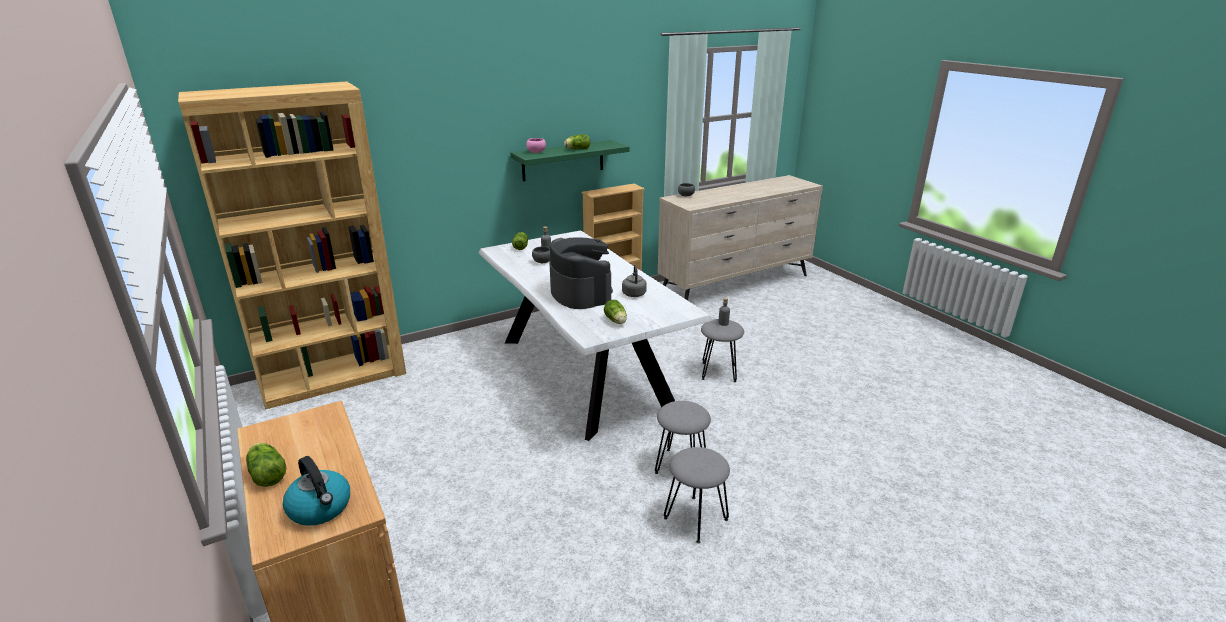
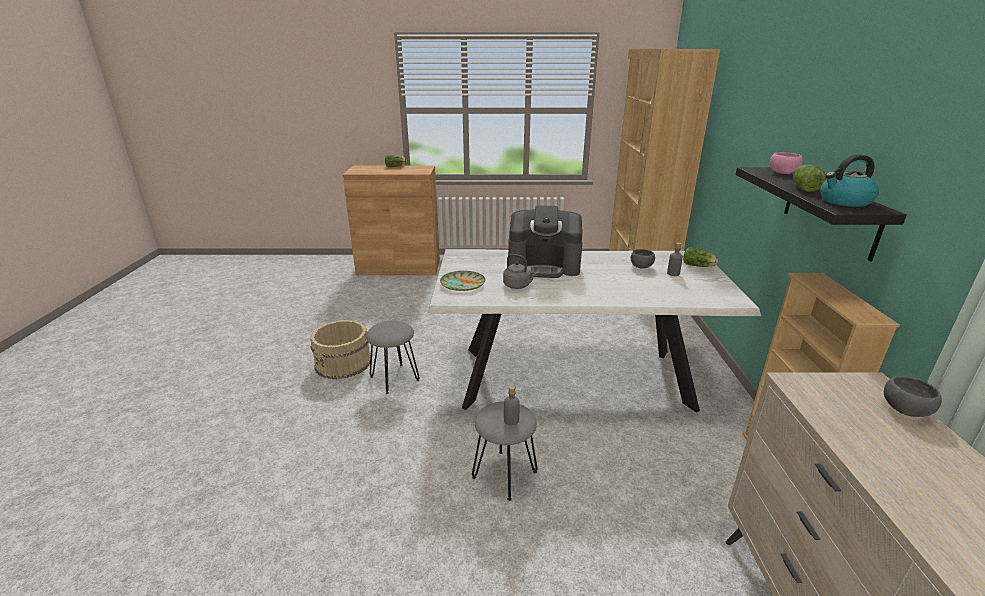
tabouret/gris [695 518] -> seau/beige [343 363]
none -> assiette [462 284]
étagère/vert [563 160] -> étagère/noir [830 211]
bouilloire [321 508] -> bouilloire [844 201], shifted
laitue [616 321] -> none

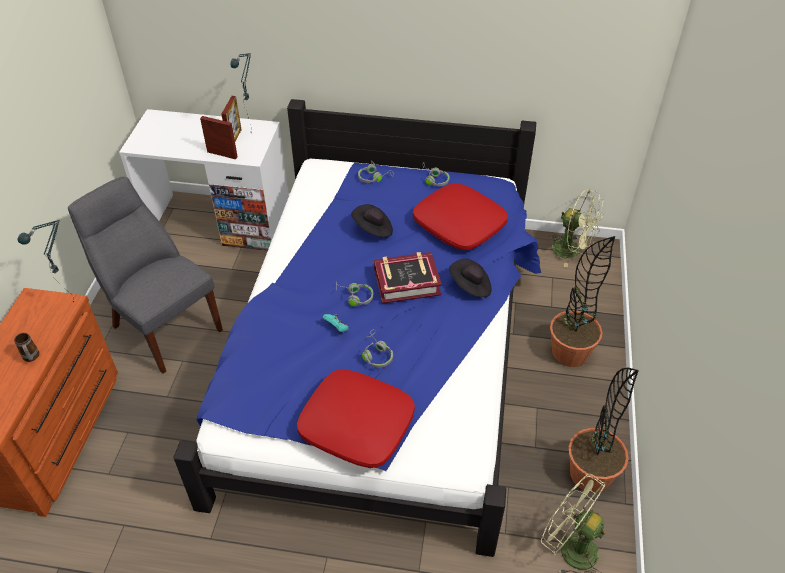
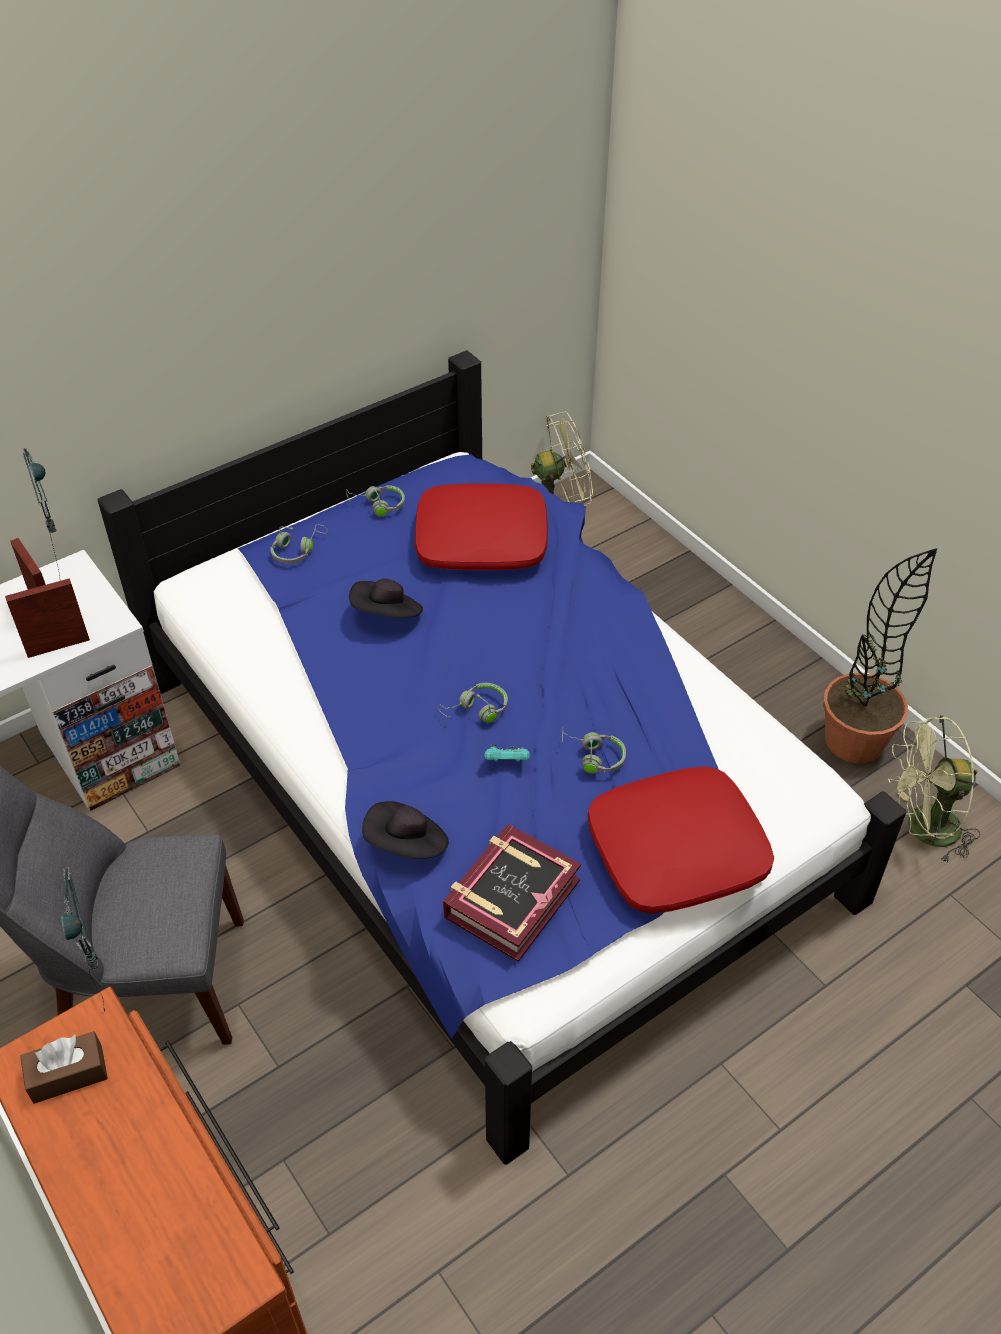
none -> boîte à mouchoirs/marron [68 1074]
chapeau/noir [470 286] -> chapeau/noir [407 845], shifted
livre [407 282] -> livre [511 898], shifted
mug [31 358] -> none
plante en pot [570 352] -> none

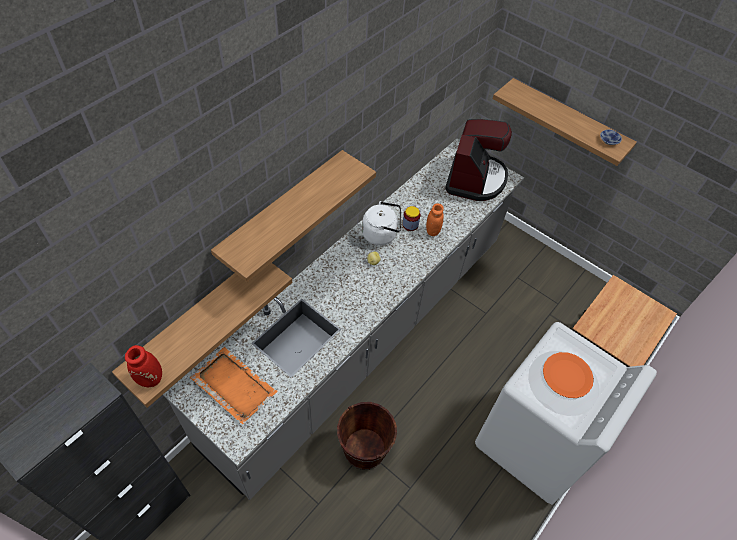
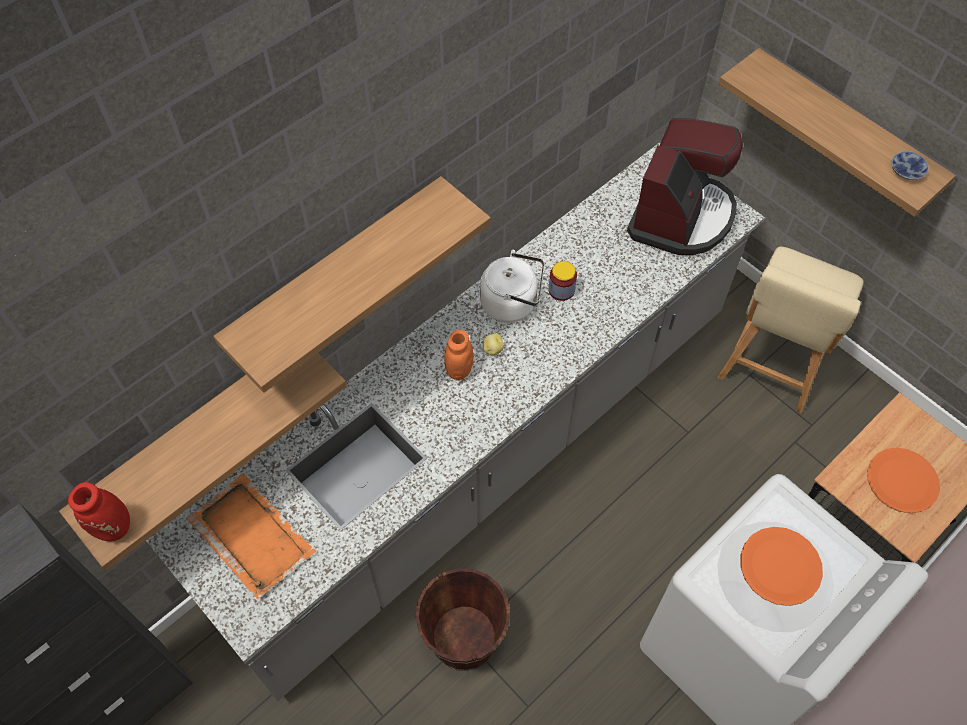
bocal/orange [432 231] -> bocal/orange [459 370], shifted
none -> chaise/beige [771 367]
none -> assiette/orange [902 481]

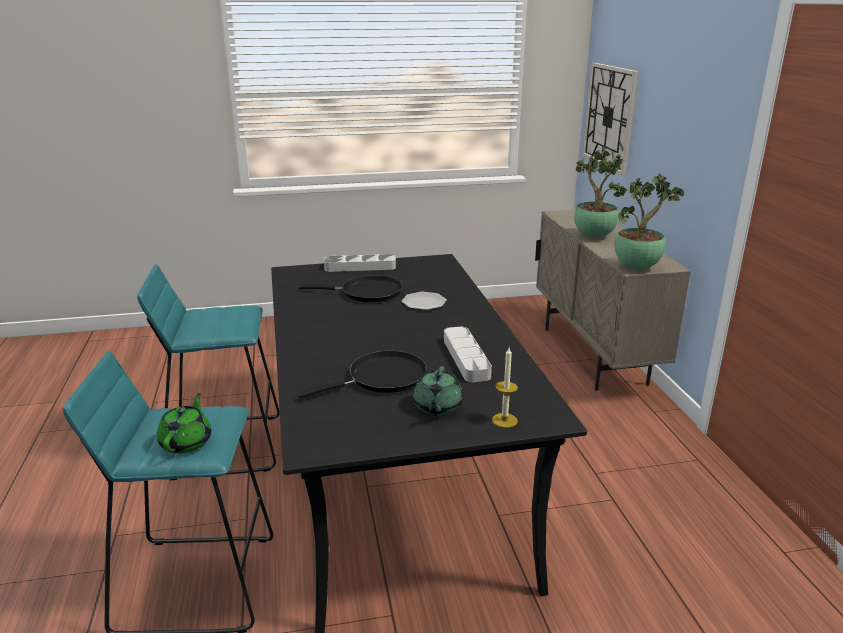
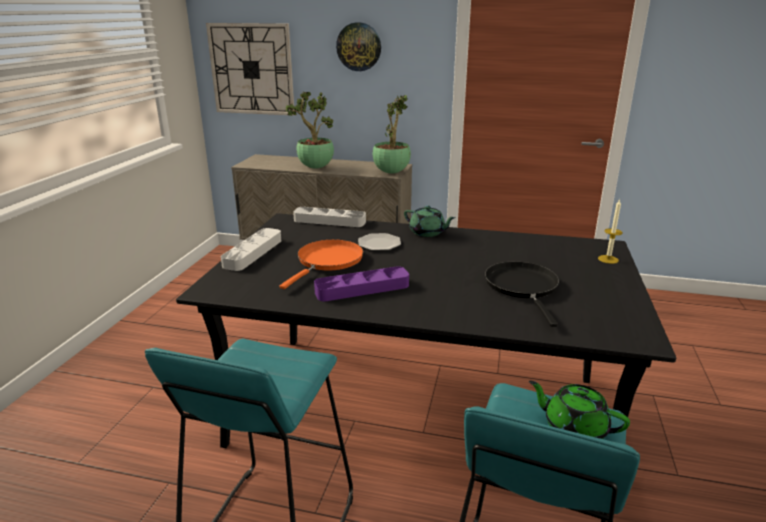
poêle/noir [367 293] -> poêle/orange [327 261]
plateau/gris [466 358] -> plateau/gris [329 221], shifted
none -> plateau/violet [362 288]
none -> horloge murale [359 47]
théière/vert [437 407] -> théière/vert [427 233], shifted

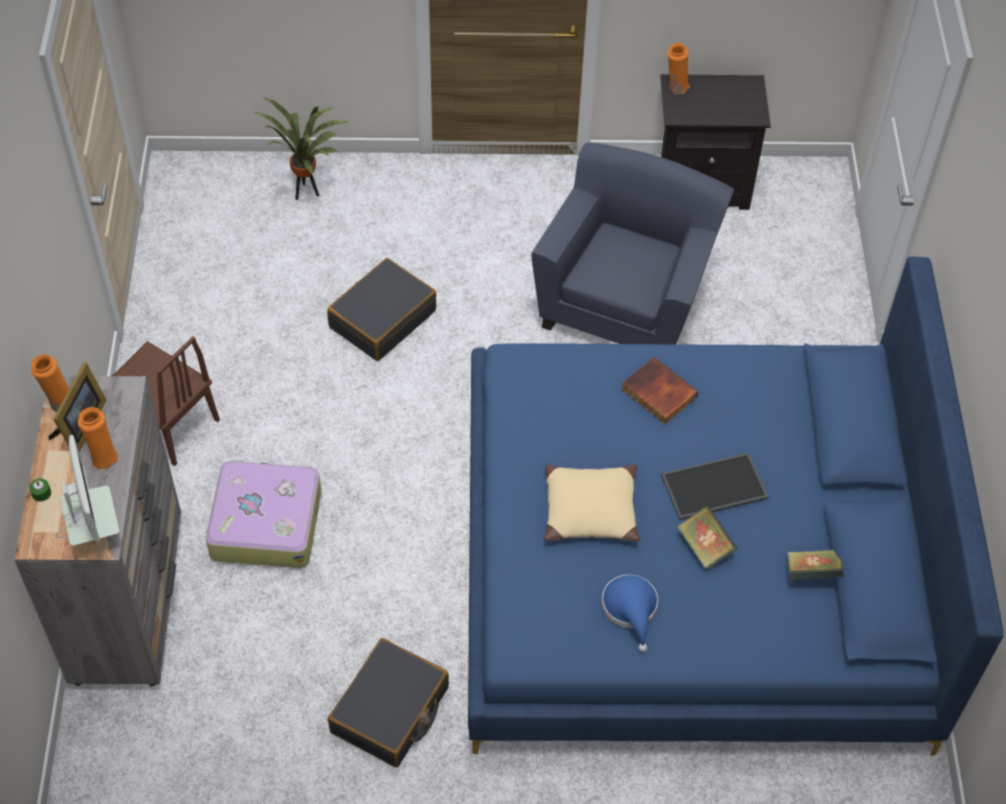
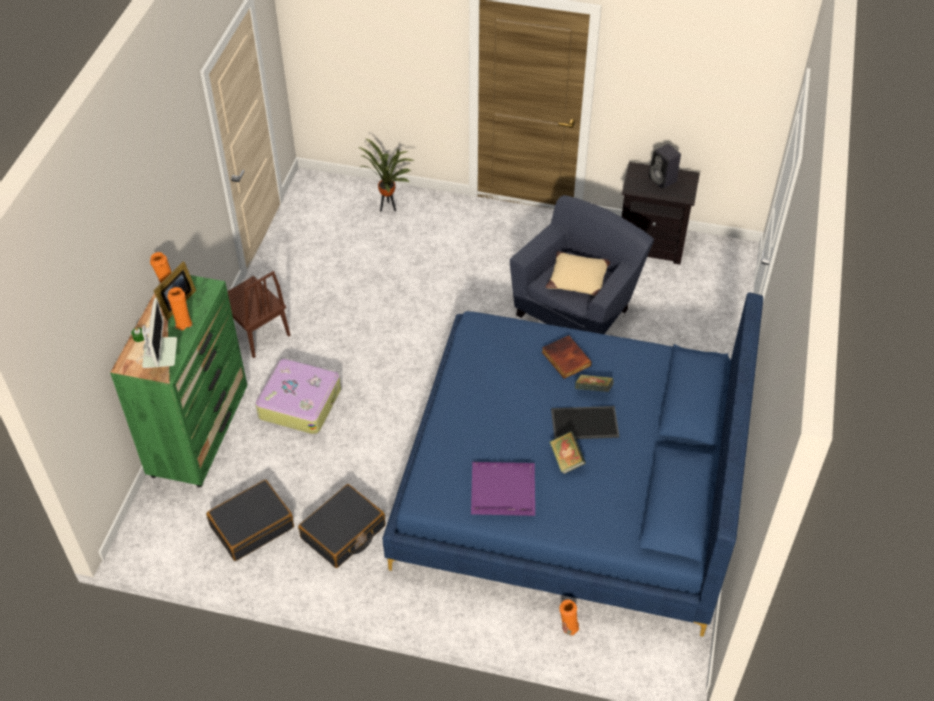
commode/gris [129 601] -> commode/vert [200 433]
valise/noir [382 318] -> valise/noir [251 526], shifted
chapeau/bleu [631 609] -> plateau/violet [504 489]
coussin/beige [590 509] -> coussin/beige [578 279], shifted
vase/orange [676 87] -> vase/orange [568 627], shifted
livre [812 573] -> livre [593 390], shifted
none -> enceinte/noir [663 180]

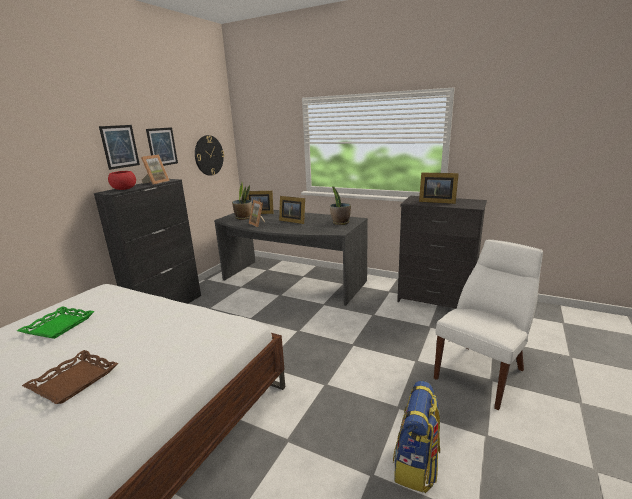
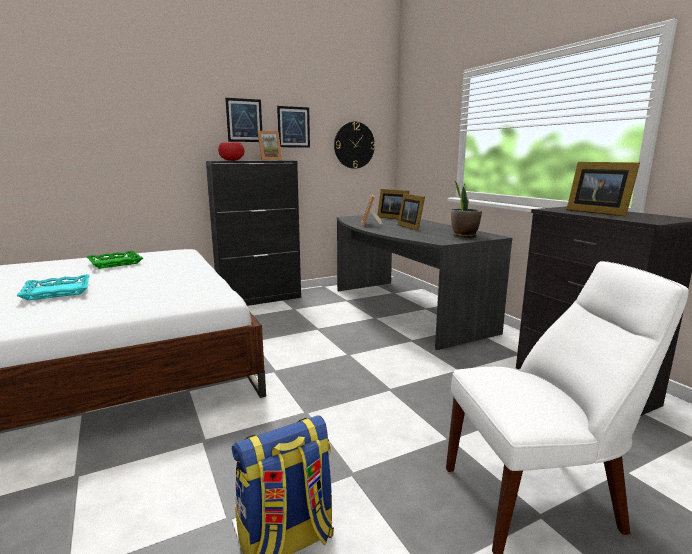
plateau/marron [73 380] -> plateau/turquoise [57 291]
plante en pot [243 218] -> none

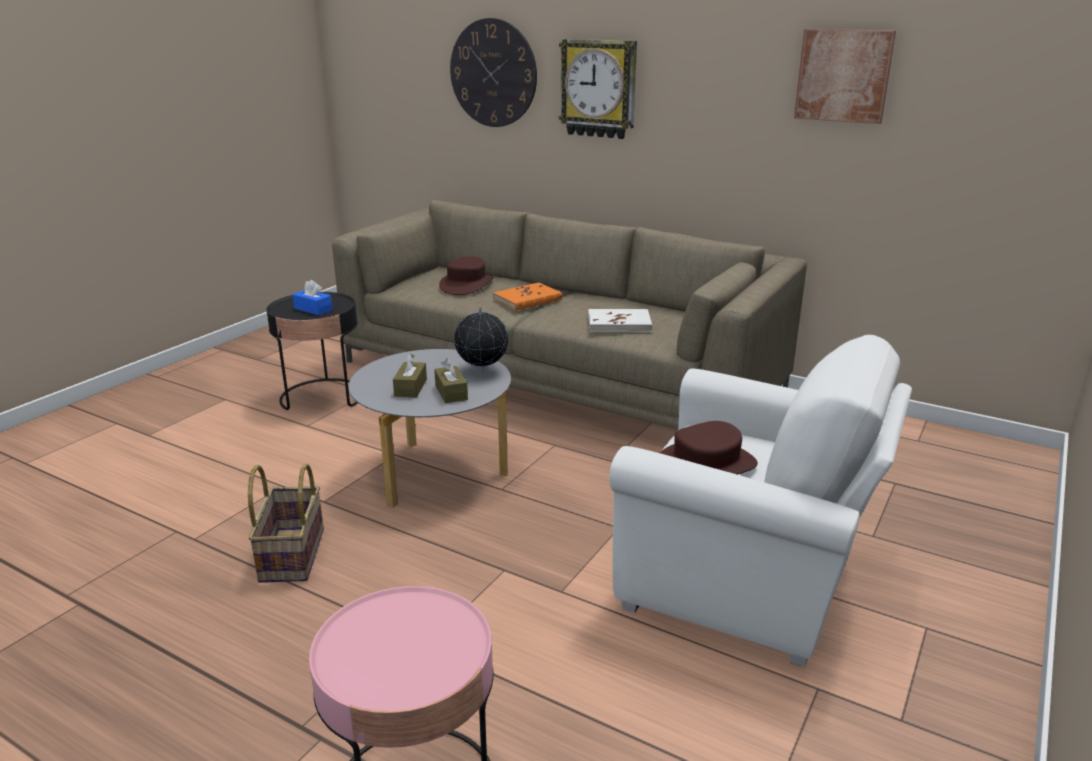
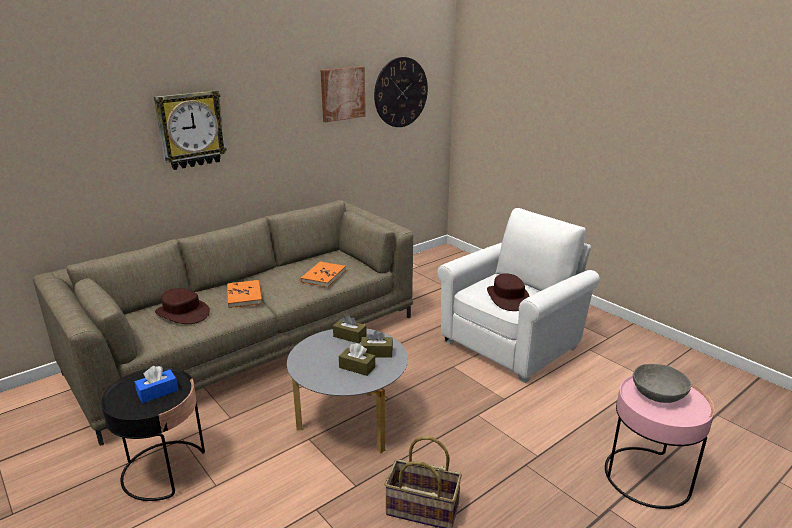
livre/blanc [619 323] -> livre/orange [323 276]
globe [482 371] -> boîte à mouchoirs/marron [349 336]
horloge murale [493 73] -> horloge murale [401 92], shifted
none -> bol/gris [658 394]

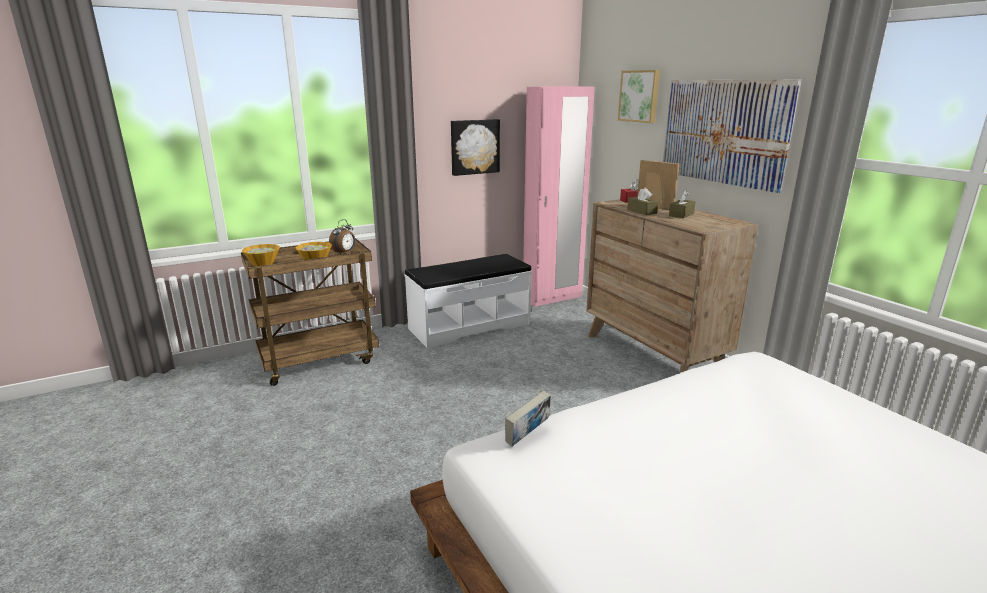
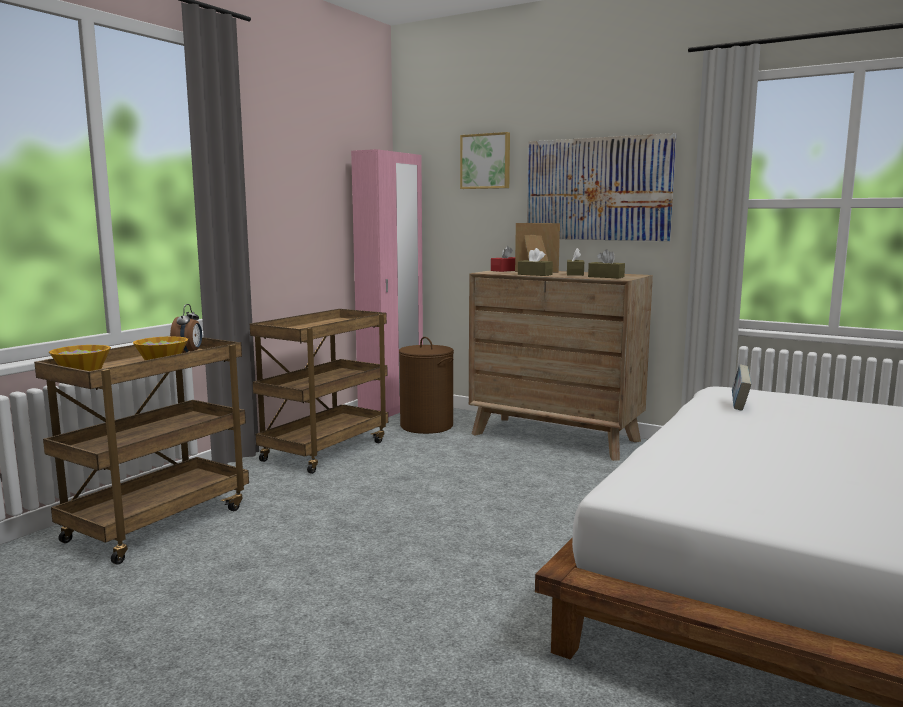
banc/blanc [469 326] -> chariot/marron [325 450]
none -> panier à linge/marron [427 426]
none -> boîte à mouchoirs/marron [606 277]
livre [527 437] -> livre [739 405], shifted
tableau [474 147] -> none

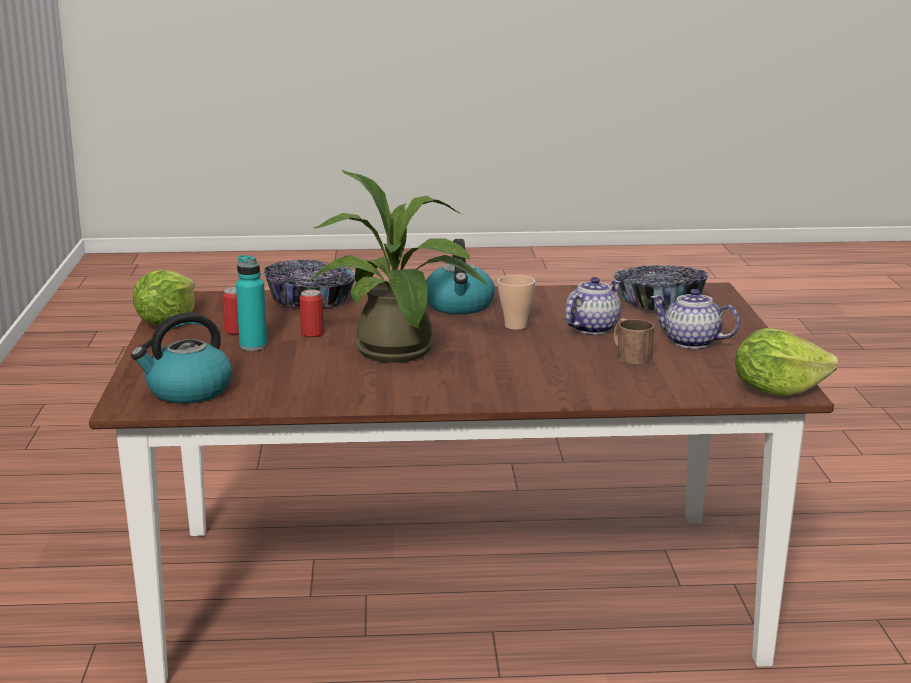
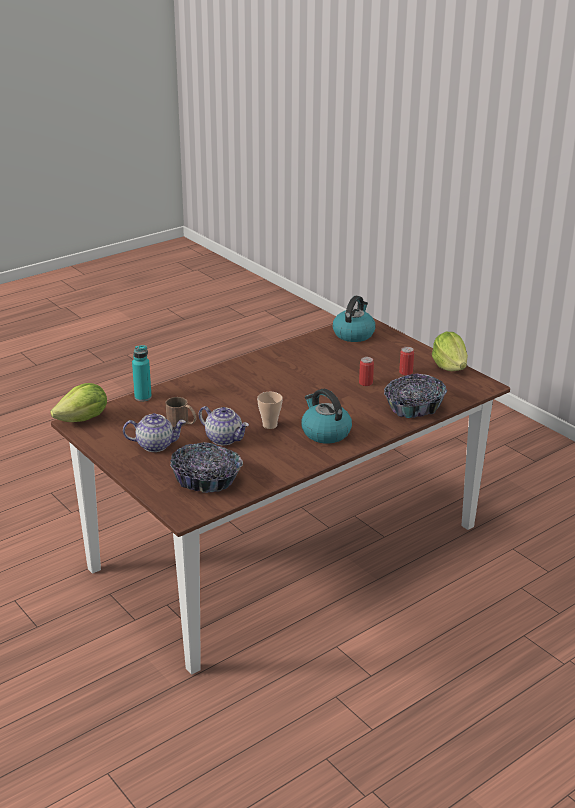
bouteille/turquoise [253 346] -> bouteille/turquoise [143 397], shifted
théière [592 328] -> théière [224 439], 60 degrees counterclockwise
plante en pot [399 354] -> none

